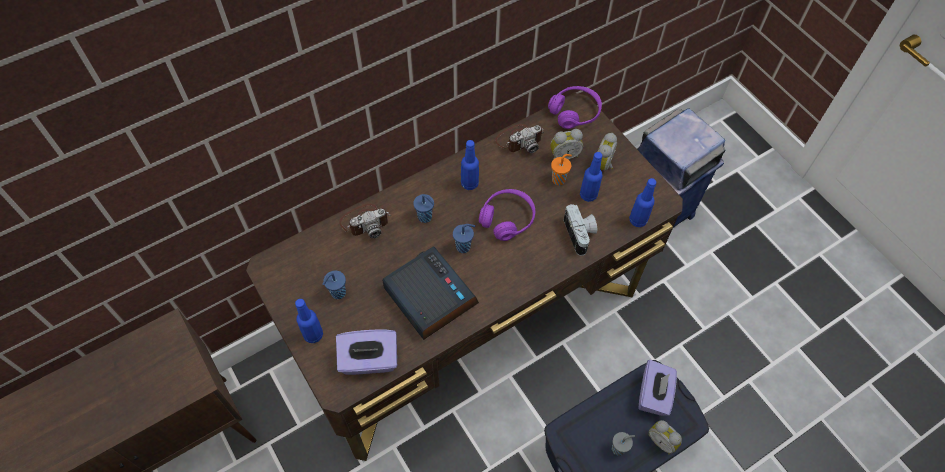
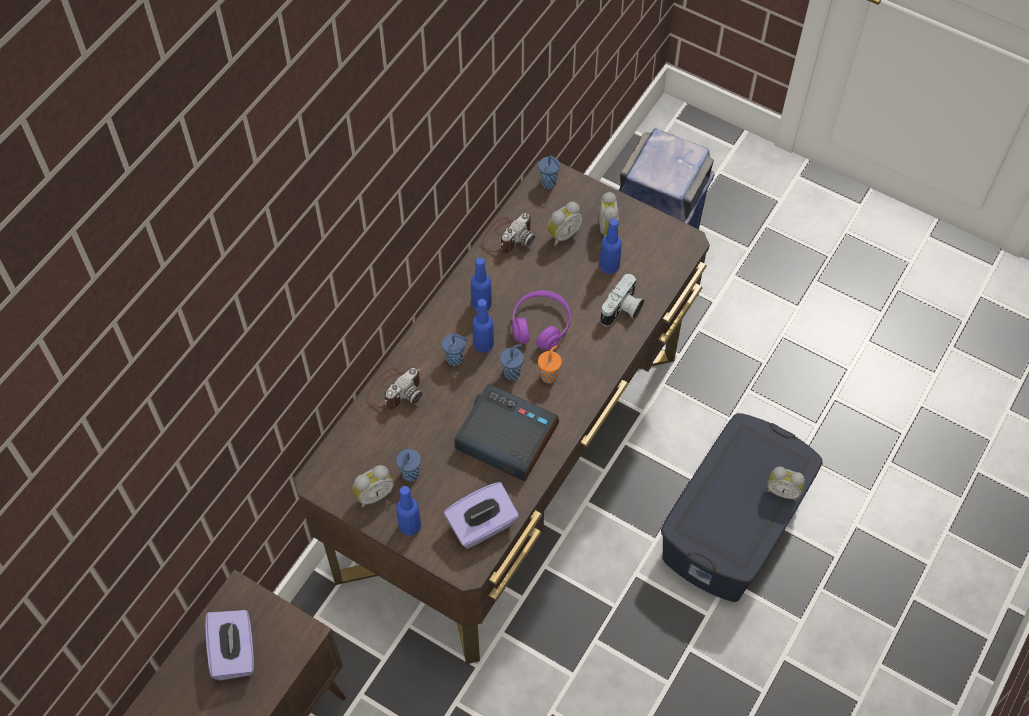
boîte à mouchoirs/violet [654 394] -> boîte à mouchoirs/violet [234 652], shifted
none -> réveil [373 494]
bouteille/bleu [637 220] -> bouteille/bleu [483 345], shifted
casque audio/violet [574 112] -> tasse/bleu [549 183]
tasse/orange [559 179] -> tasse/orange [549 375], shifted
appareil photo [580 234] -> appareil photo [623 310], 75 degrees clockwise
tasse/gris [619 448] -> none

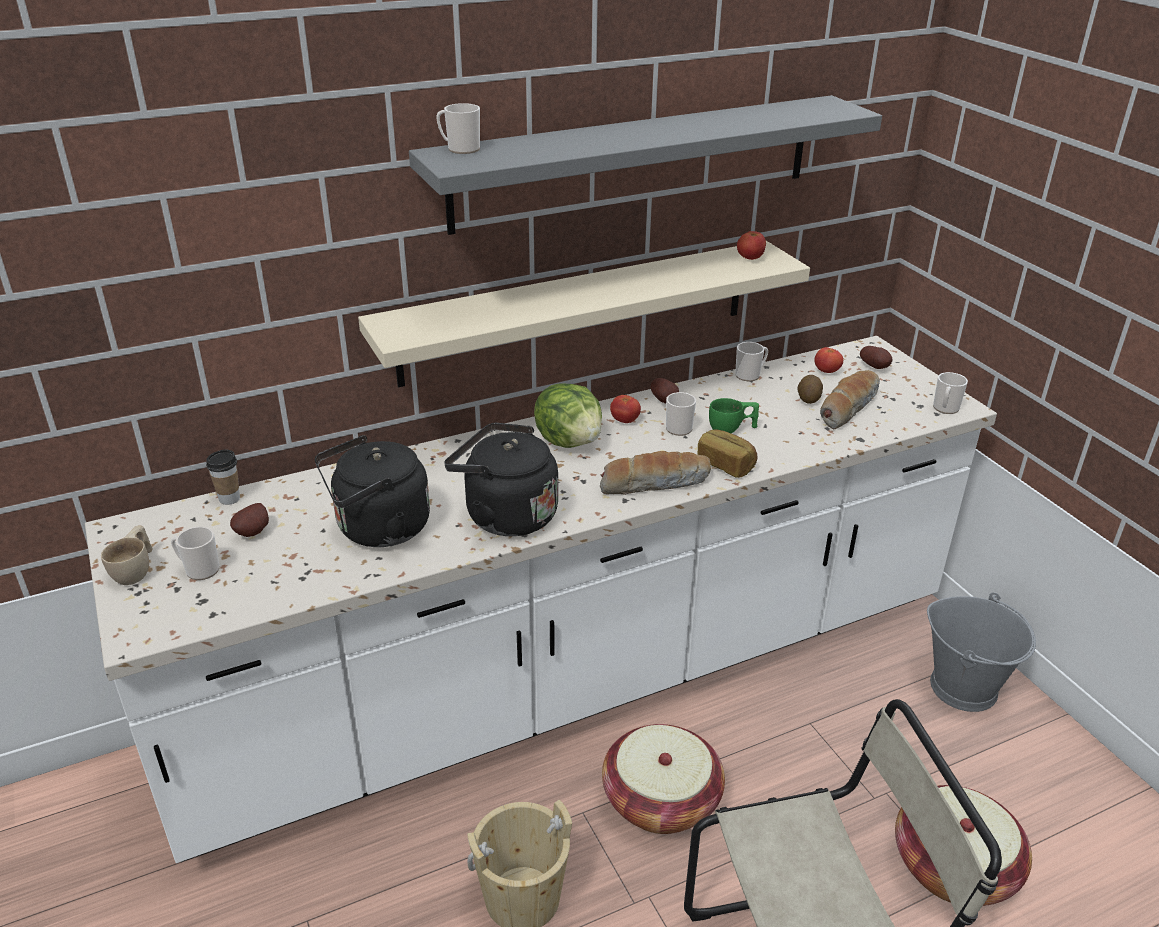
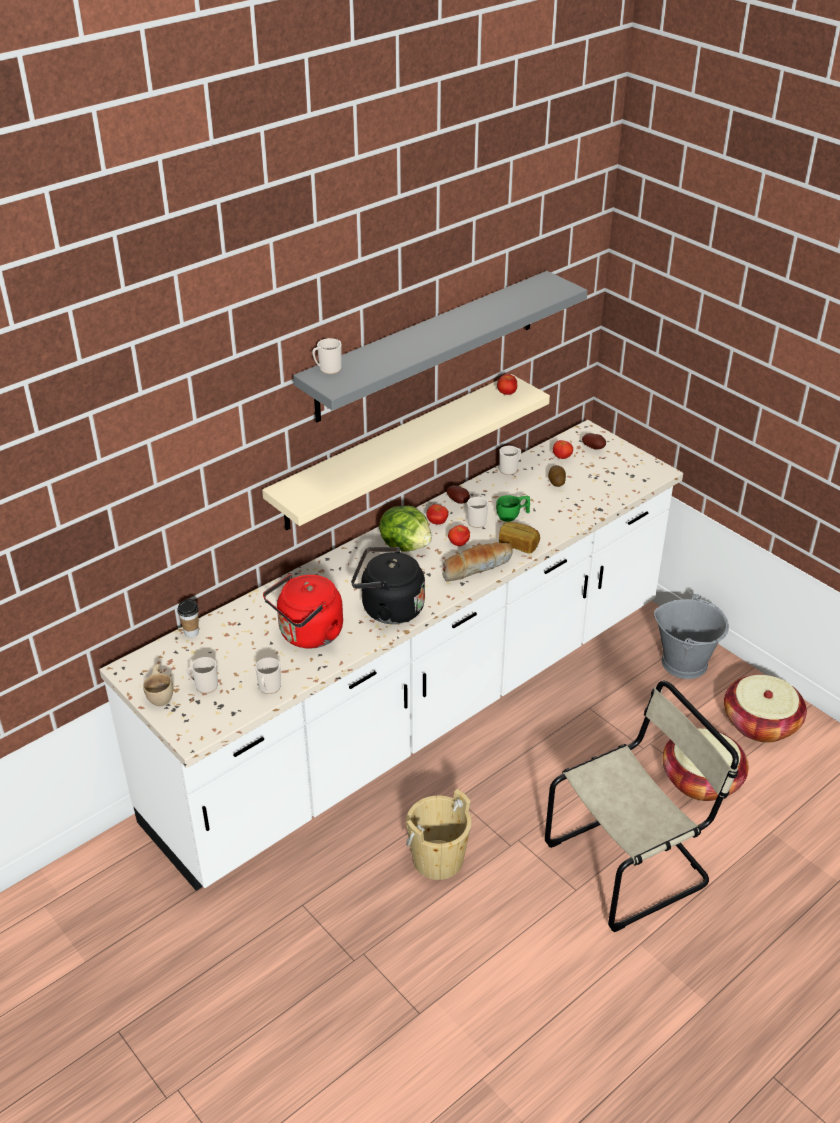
mug [945 409] -> mug [269 688], shifted
bouilloire/noir [378 529] -> bouilloire/rouge [308 635]
none -> tomate [458 543]
panier [661 800] -> panier [760 723], shifted
pomme de terre [254 532] -> none
pain [848 407] -> none

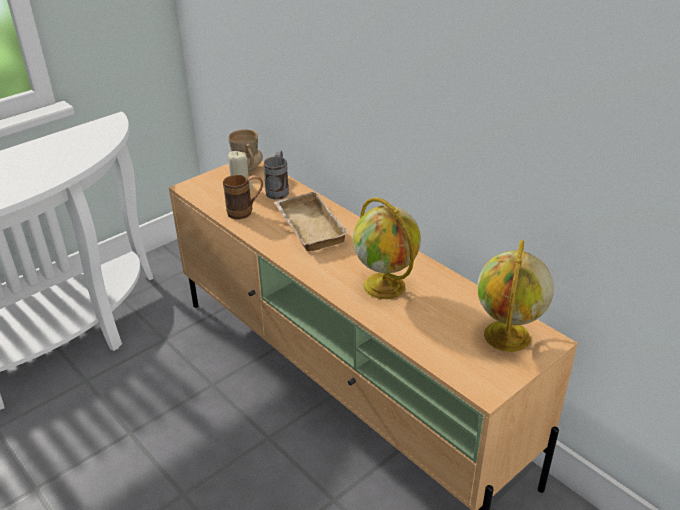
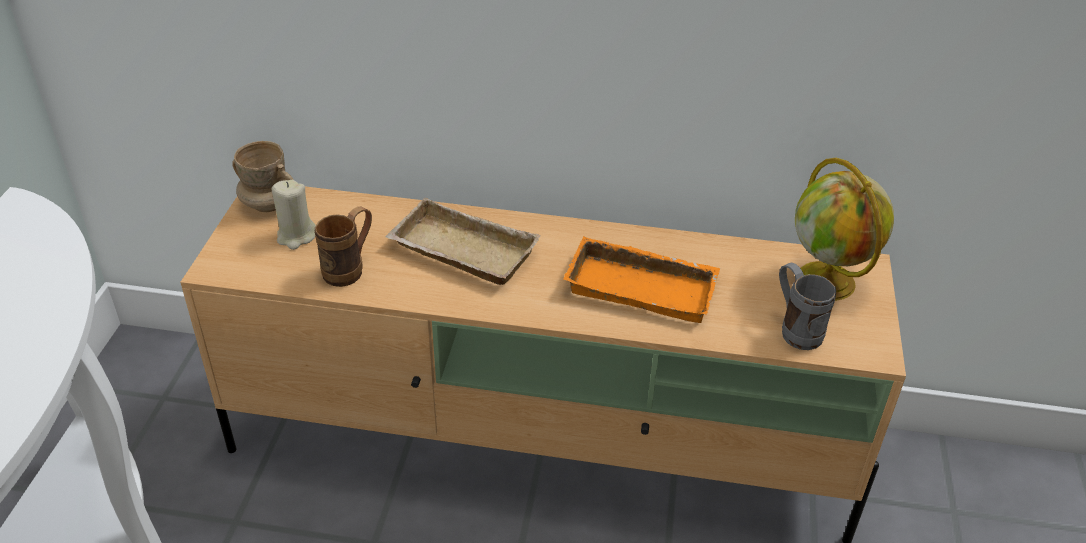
globe [385 286] -> plateau/orange [643 286]
mug/gris [279 190] -> mug/gris [795 329], shifted

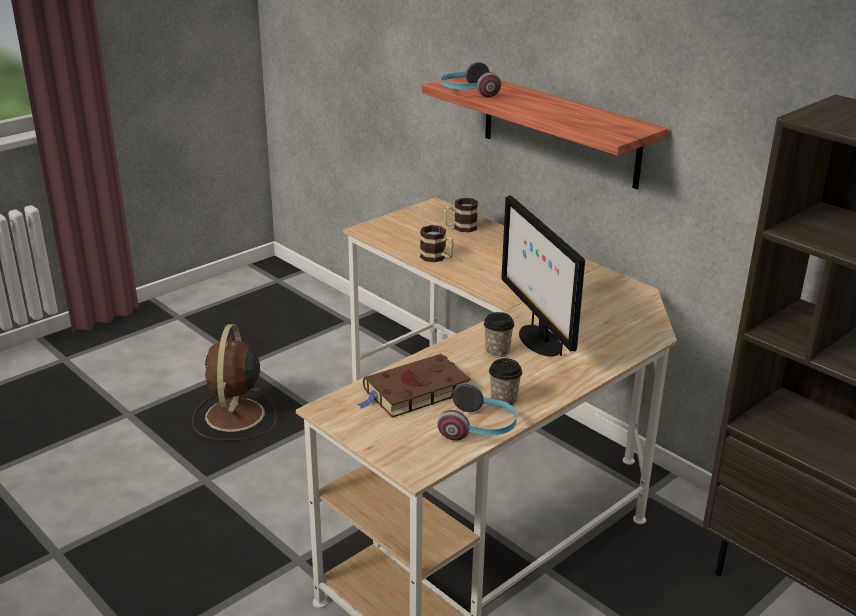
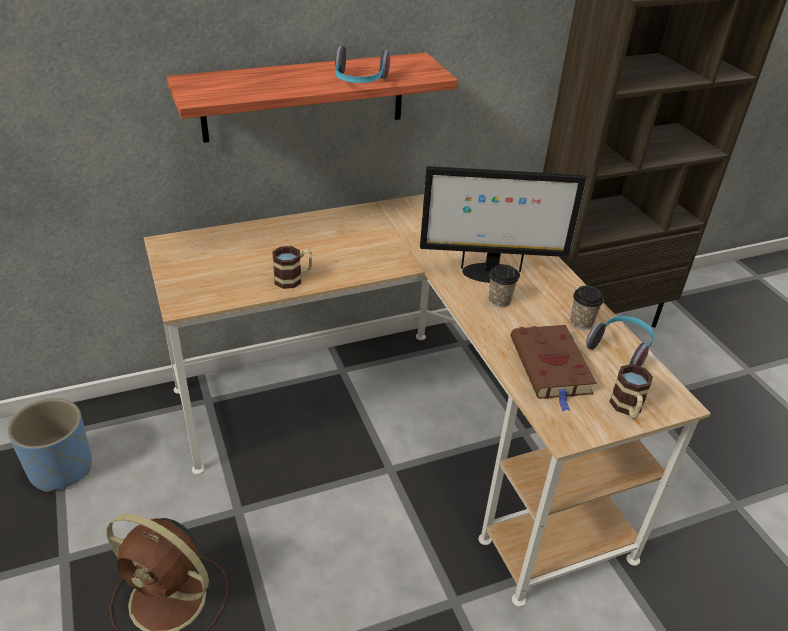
none -> cache-pot/bleu [60 469]
casque audio [468 92] -> casque audio [359 82], shifted
mug [460 228] -> mug [627 408], shifted

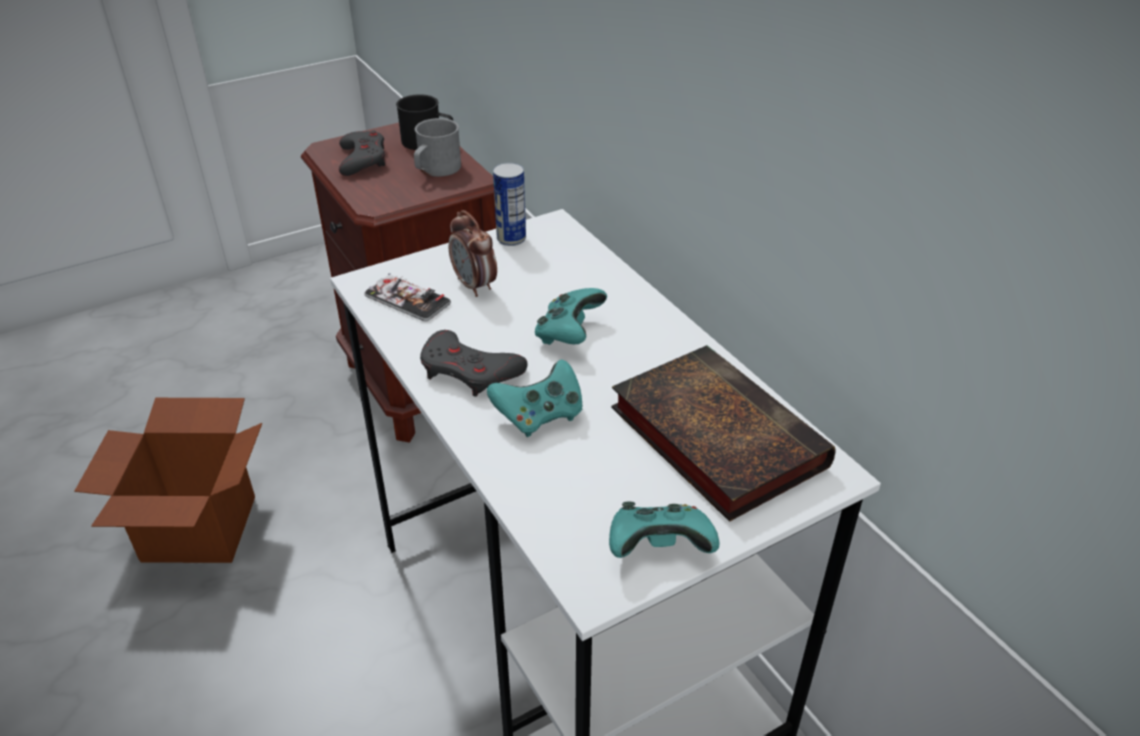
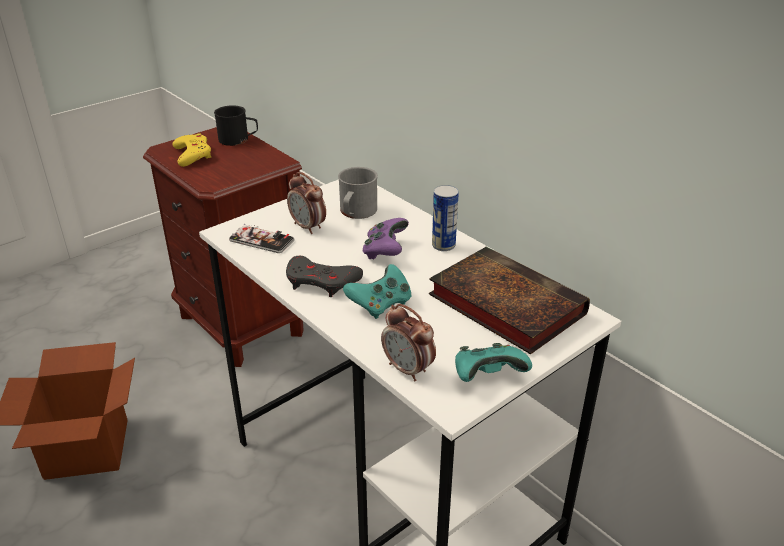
manette/gris [362 159] -> manette/jaune [192 154]
mug/gris [436 170] -> mug/gris [356 213], shifted
manette/turquoise [569 334] -> manette/violet [385 251]
none -> réveil [408 369]
boîte métallique [511 239] -> boîte métallique [443 245], shifted

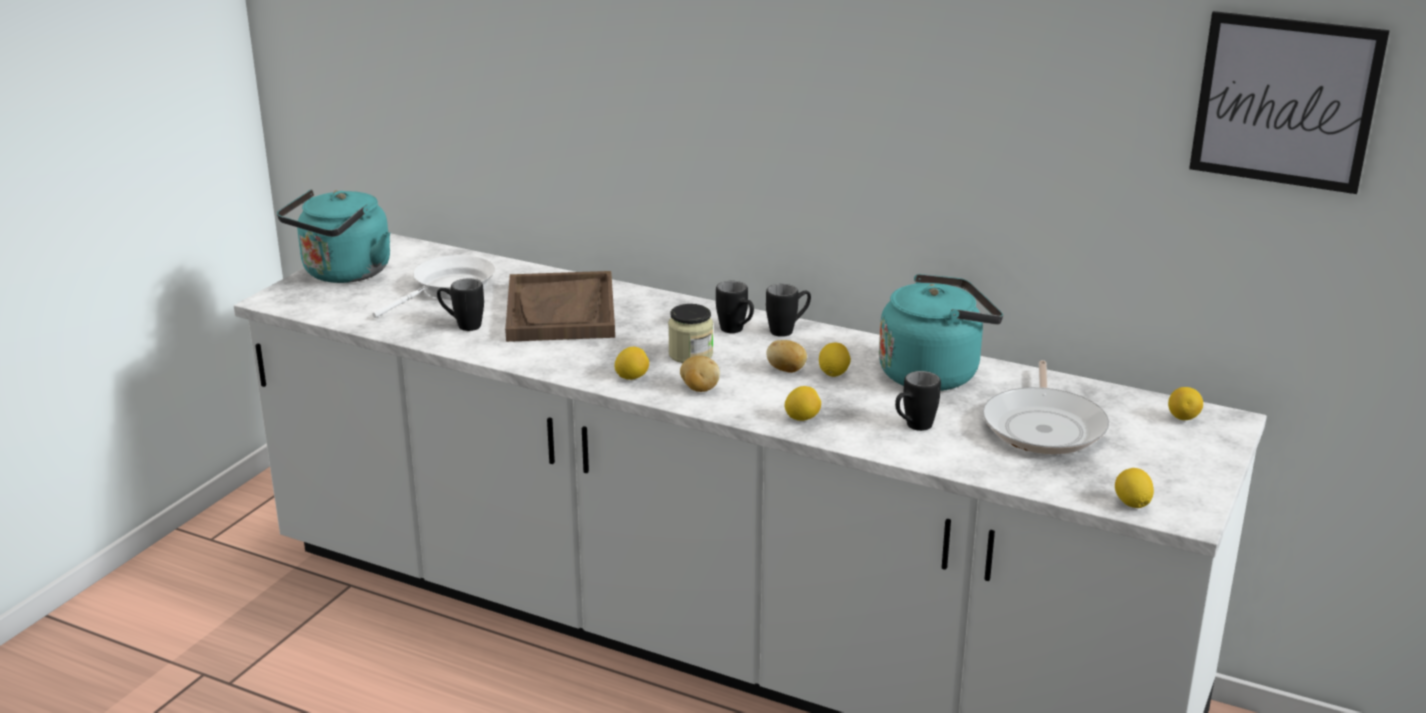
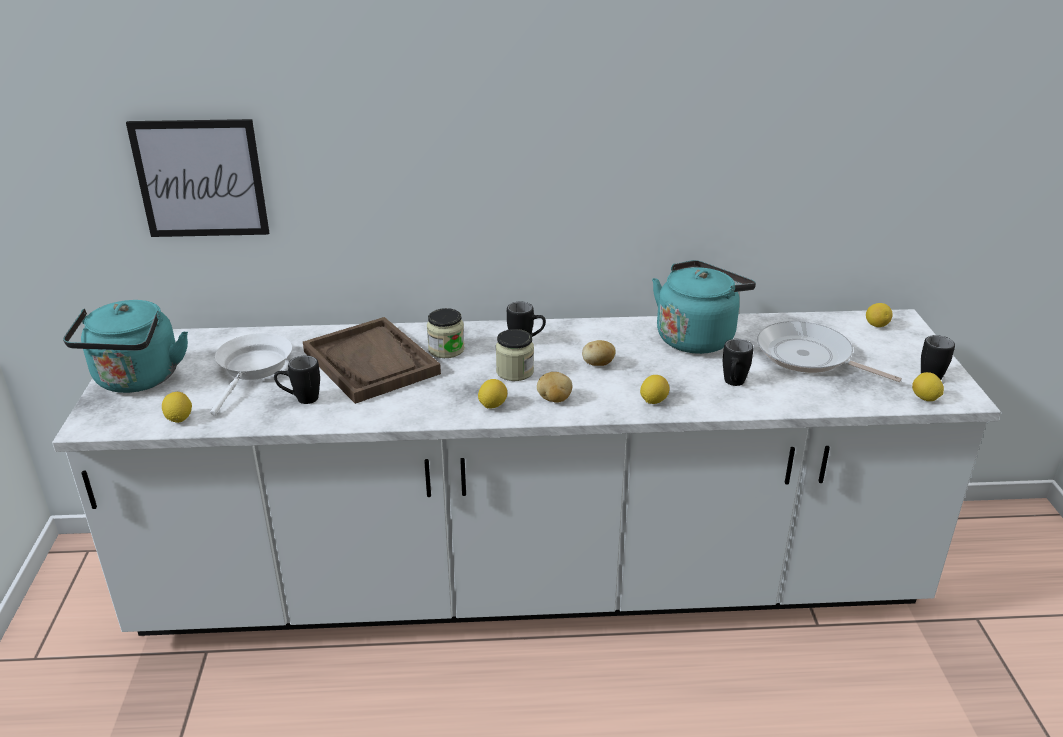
tableau [1285 101] -> tableau [200 178], shifted
citron [833 374] -> citron [179 419], shifted
none -> bocal [446 349]
poêle [1044 426] -> poêle [809 357], 150 degrees clockwise
mug/noir [788 330] -> mug/noir [933 374], shifted

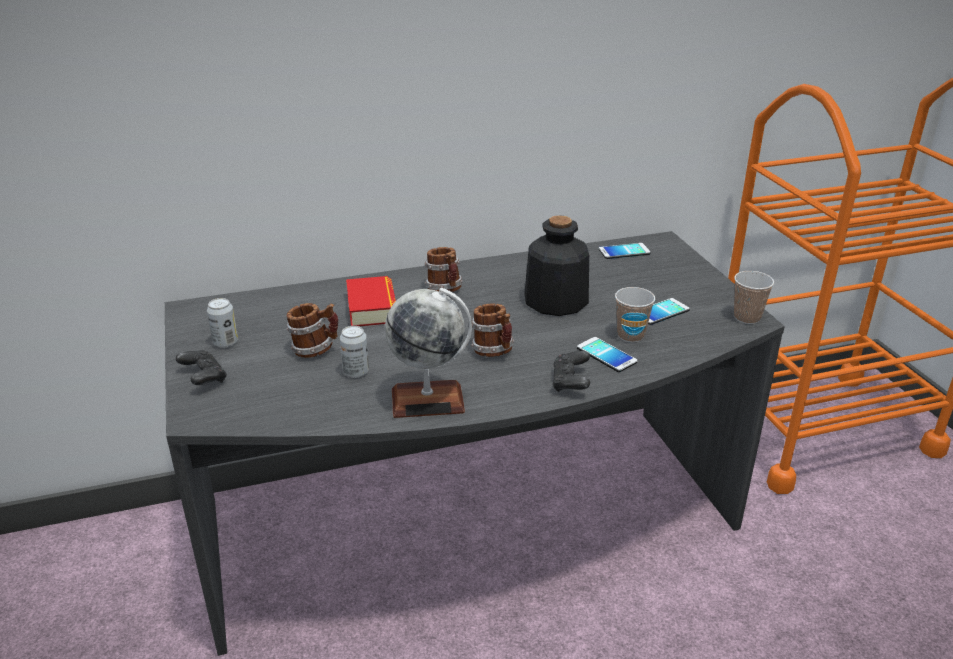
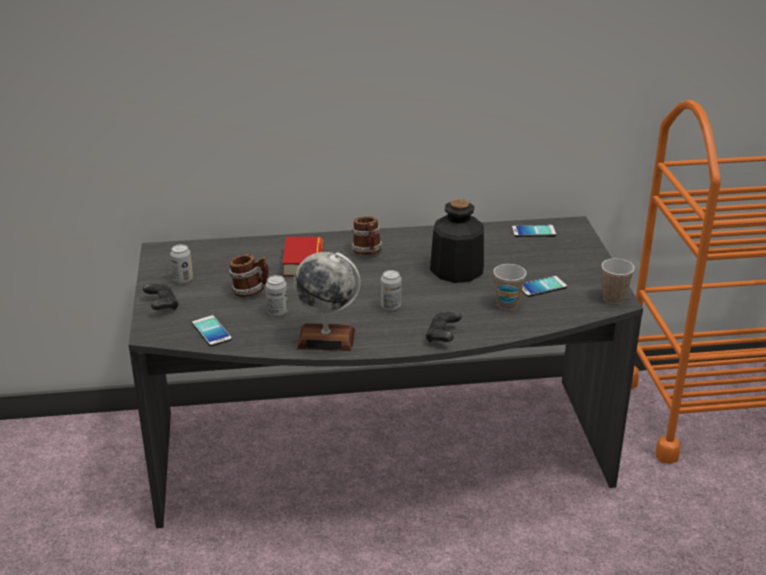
téléphone [606 355] -> téléphone [212 331], shifted
mug [494 351] -> boîte métallique [390 306]

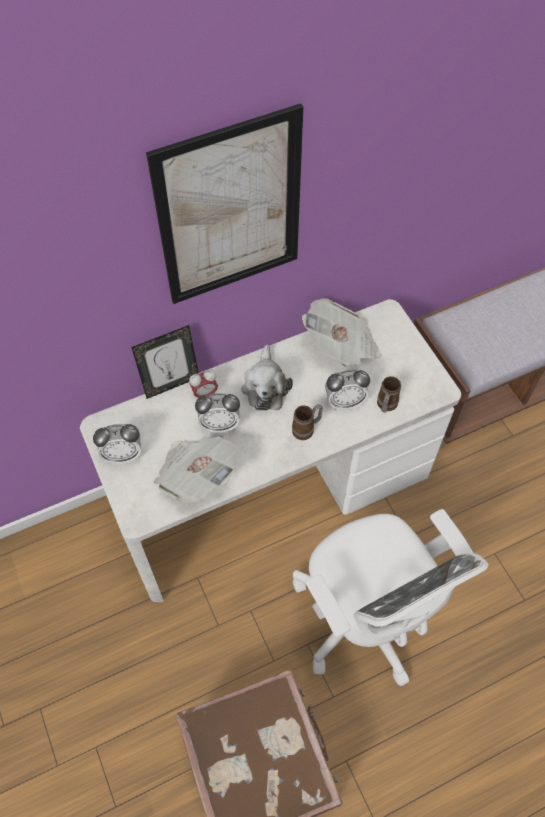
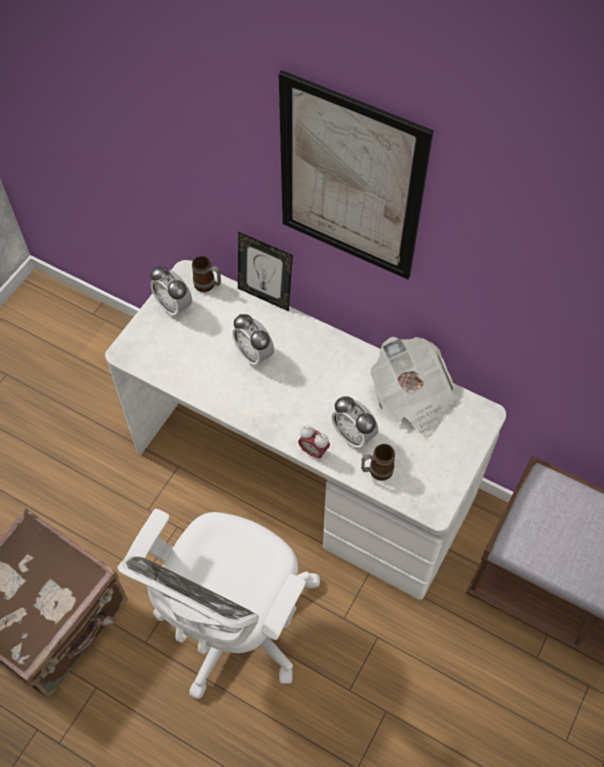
mug [307 429] -> mug [208 286], shifted
réveil [205 393] -> réveil [313 451], shifted
journal [197 475] -> none
peluche [265 386] -> none

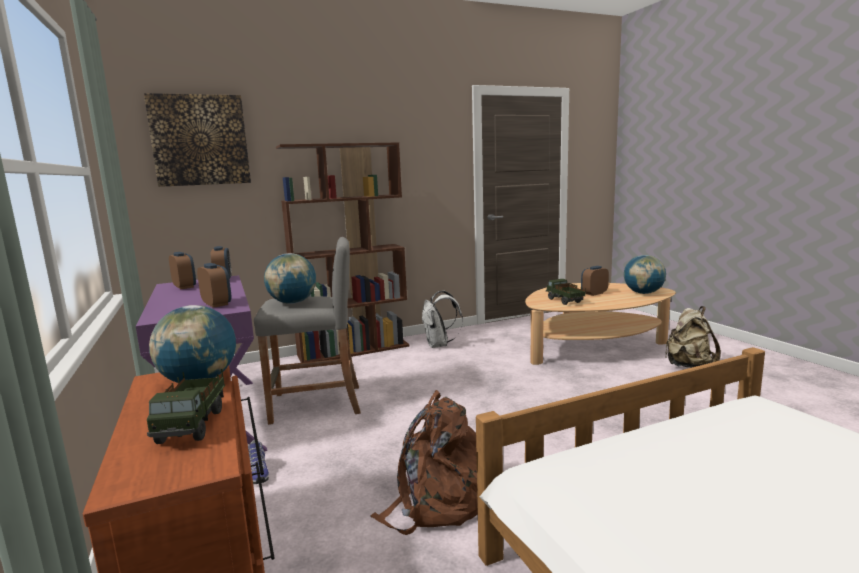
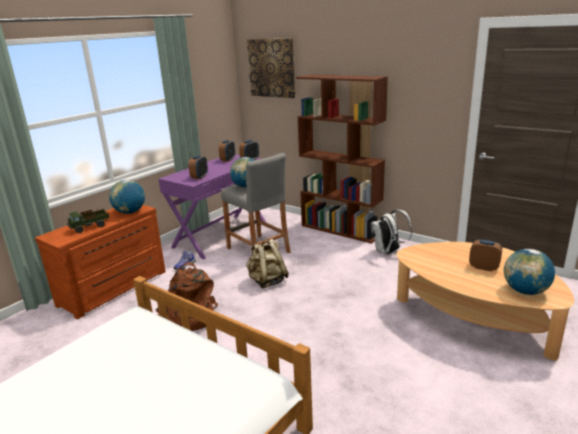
sac à dos/beige [689 366] -> sac à dos/beige [267 281], shifted
camion jouet [564 301] -> none

